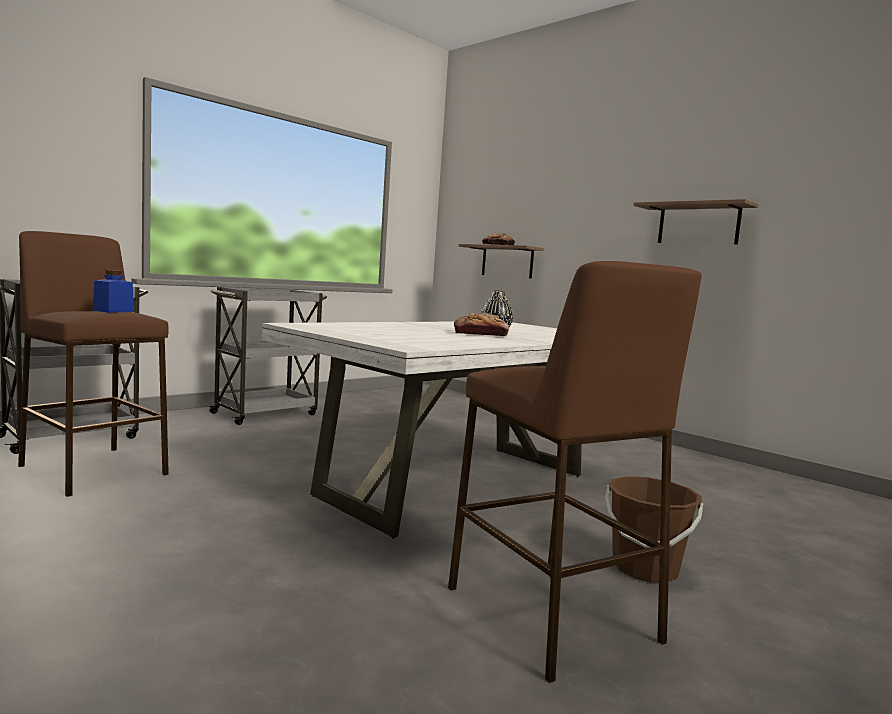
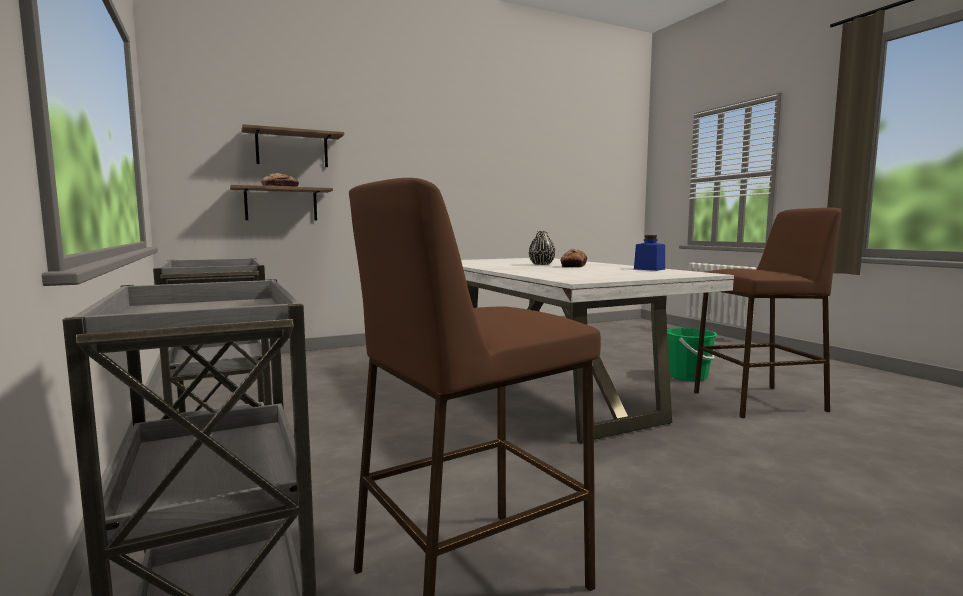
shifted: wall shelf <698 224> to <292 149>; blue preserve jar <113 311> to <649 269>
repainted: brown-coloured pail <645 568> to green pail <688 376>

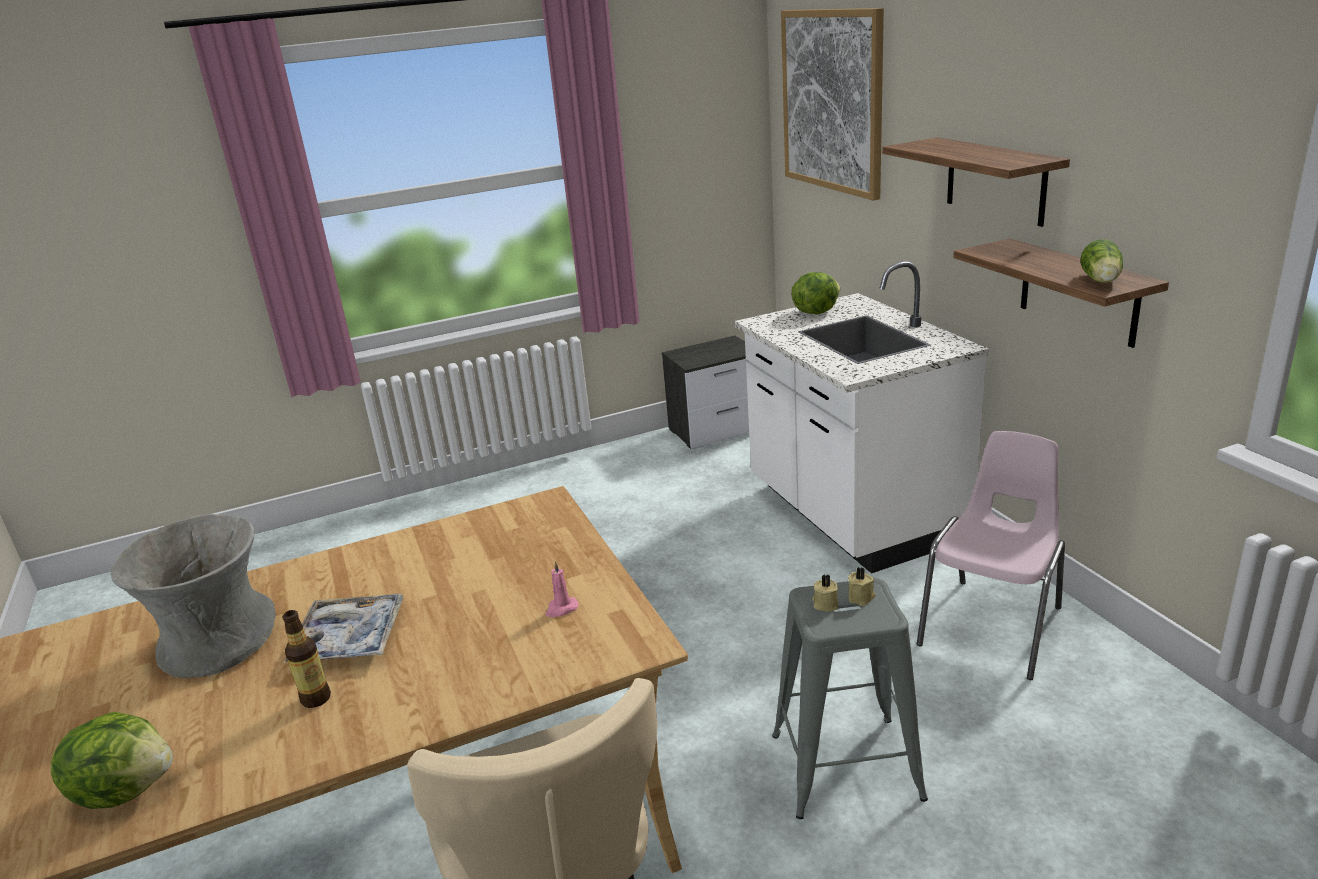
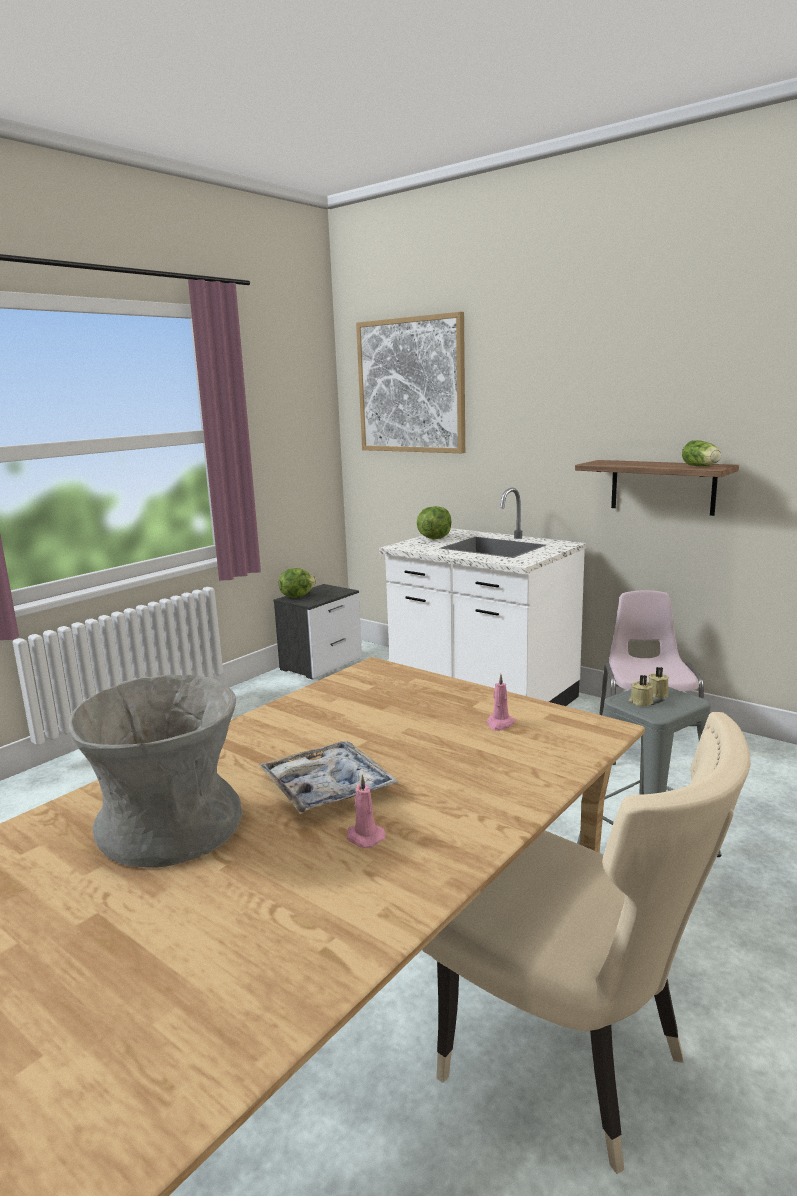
gone: wall shelf <995 180>
shifted: lettuce head <127 789> to <296 596>
swapped: drink bottle <316 698> to pink candle <364 837>

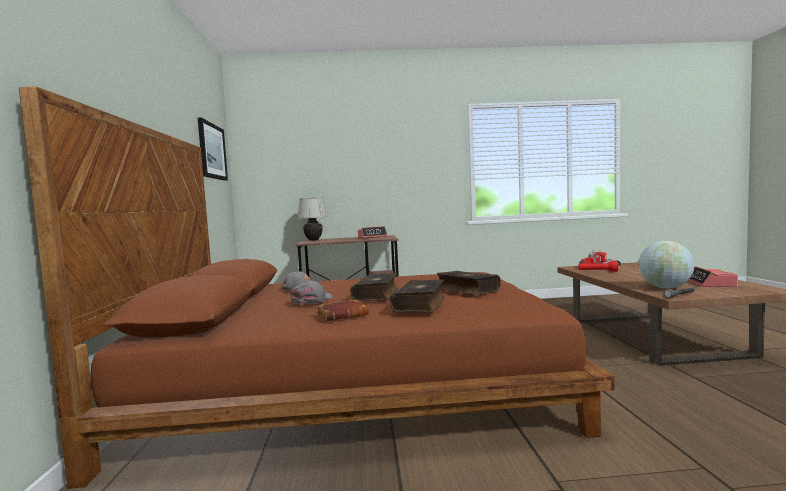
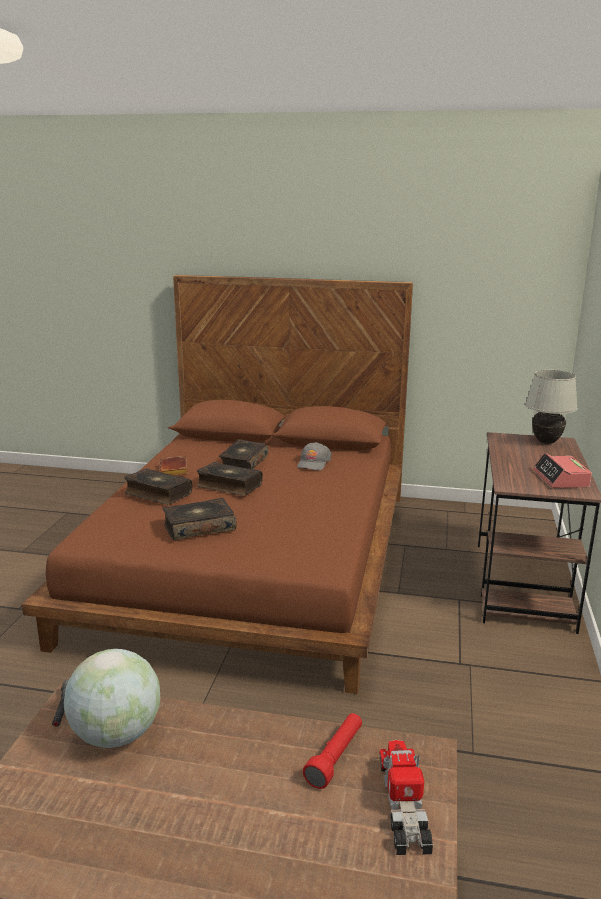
gone: wall picture <212 151>; table clock <711 284>
swapped: greyish baseball cap <312 300> to volume <243 463>

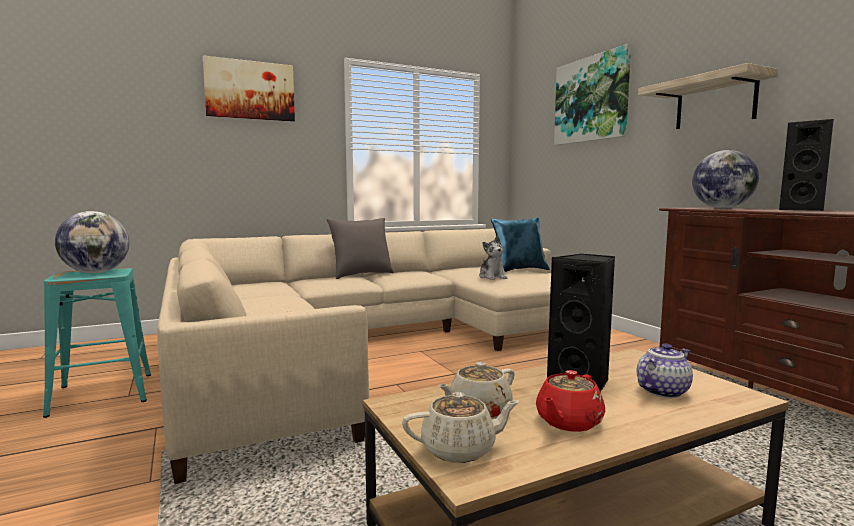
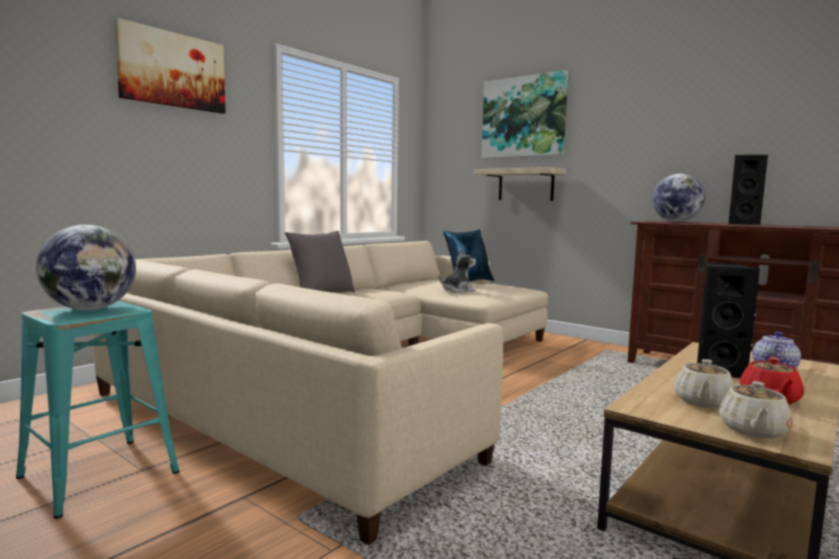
shifted: wall shelf <715 102> to <526 185>
rotated: cuddly toy <492 277> = <457 290> 75 degrees counterclockwise; sand-coloured teapot <460 449> = <753 430> 150 degrees clockwise

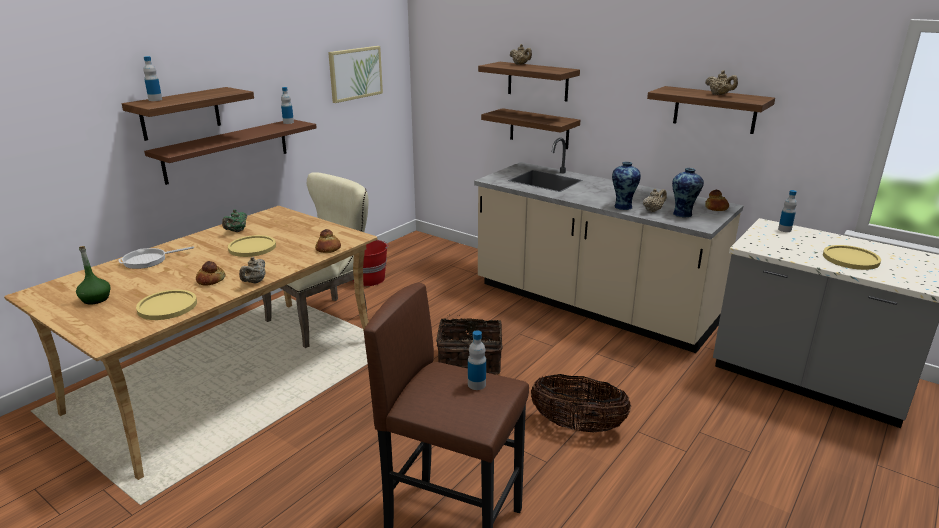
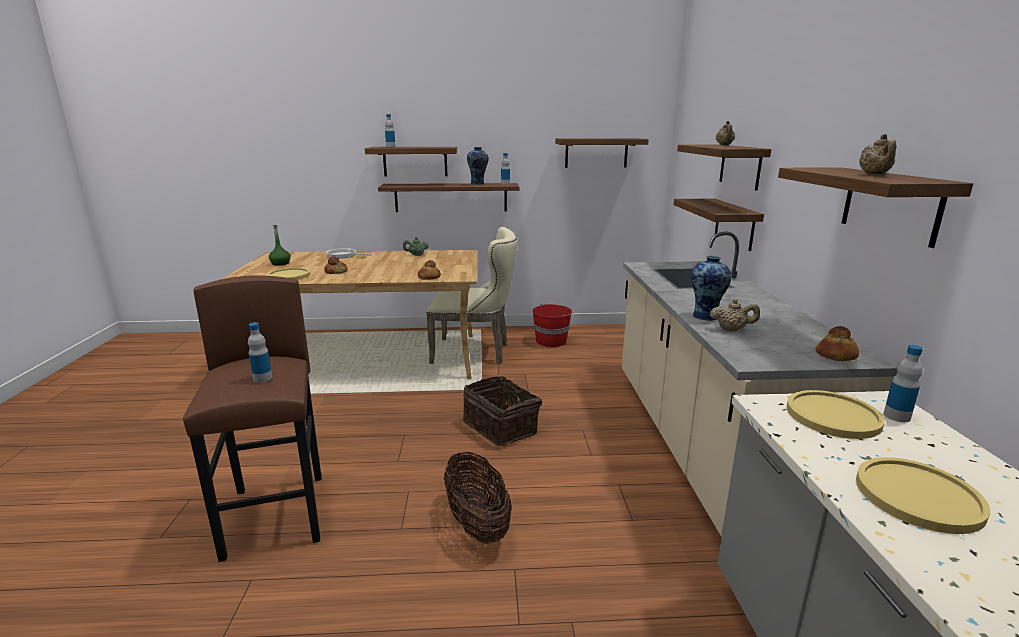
gone: sand-coloured teapot <255 282>
shifted: decorative vase <683 214> to <478 184>; yellow flat dish <252 247> to <833 416>
swapped: wall picture <355 73> to wall shelf <596 152>

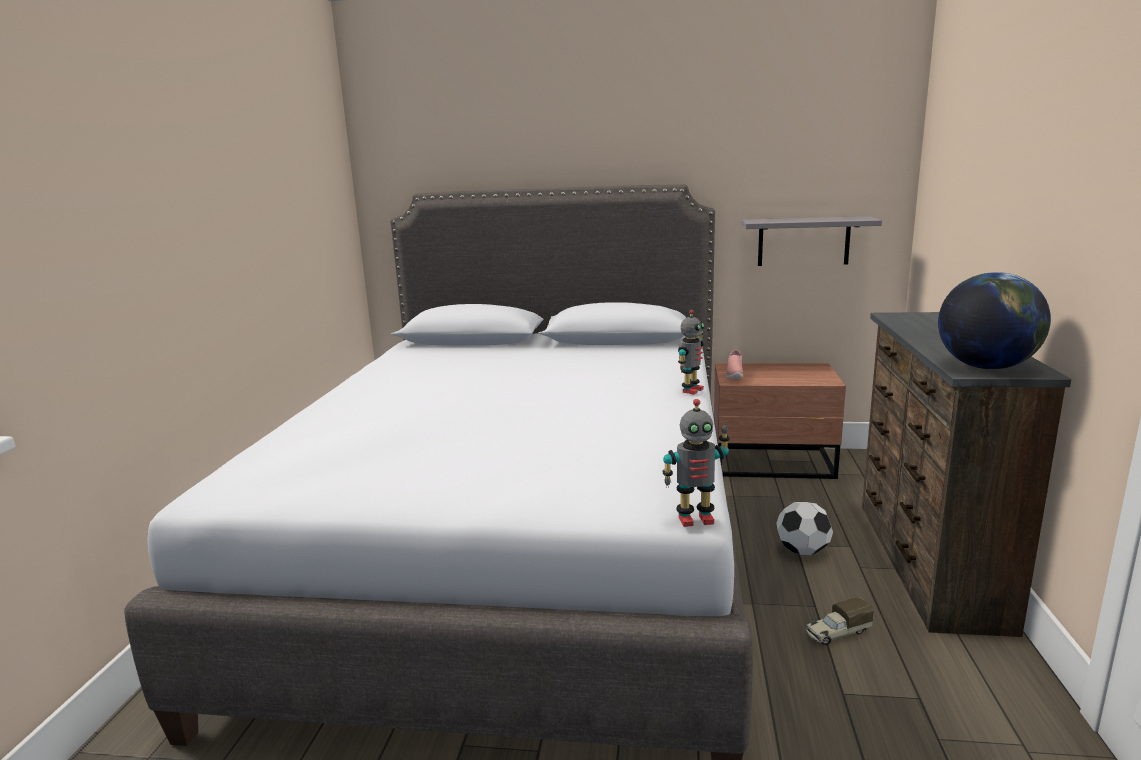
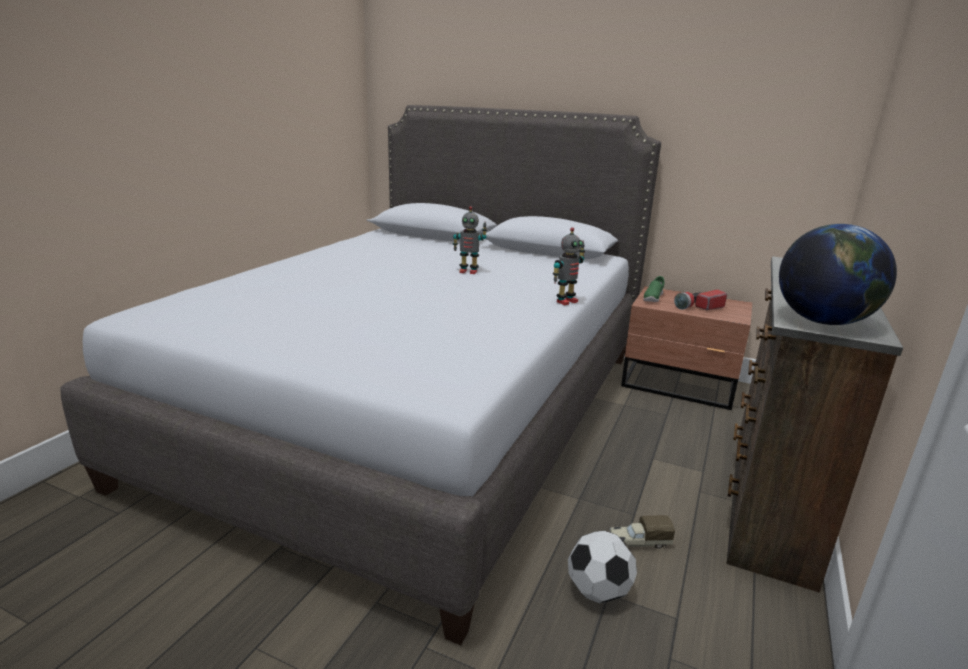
gone: greyish wall shelf <803 241>
new: hand torch <698 307>
shifted: model robot <695 519> to <468 271>; ball for football <802 551> to <598 591>
repainted: pink low shoe <734 375> to green low shoe <652 298>

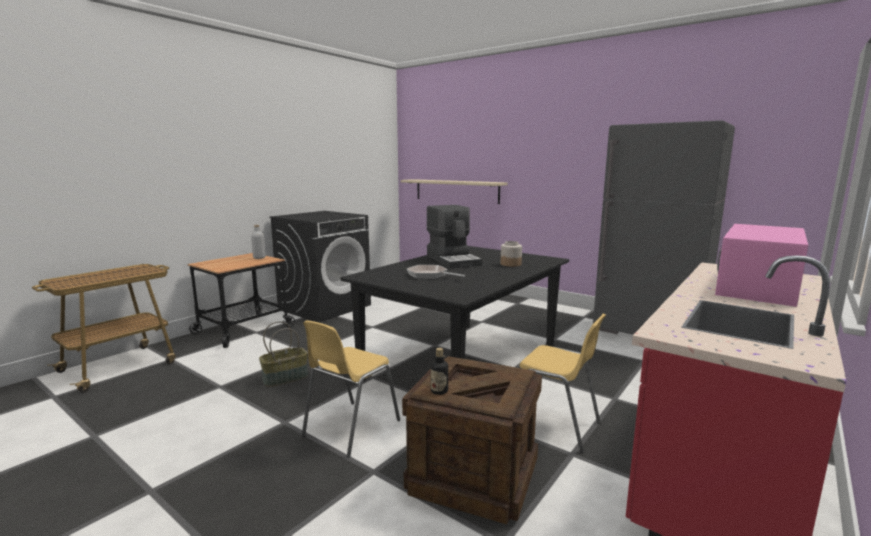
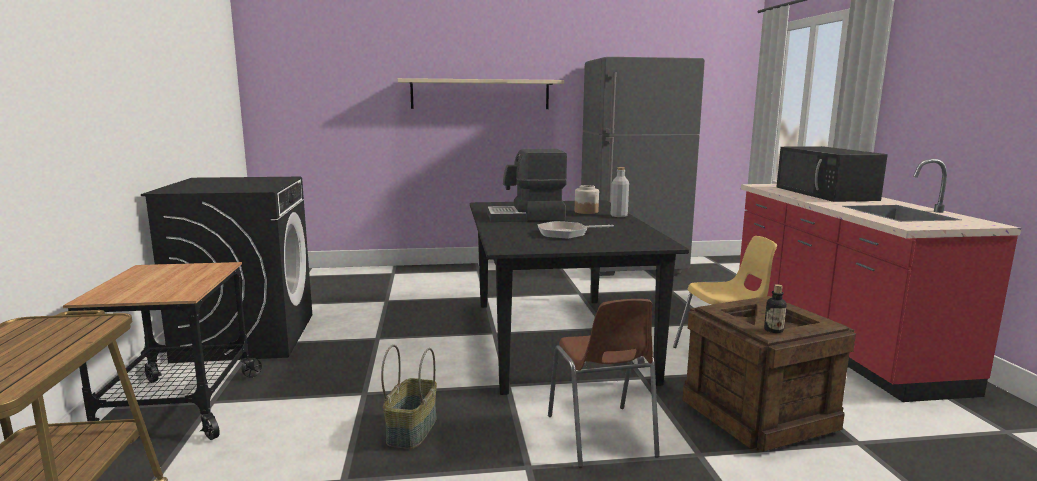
shifted: sand-coloured wall shelf <456 191> to <480 94>; greyish drink bottle <259 257> to <619 216>
repainted: pink microwave <758 287> to black microwave <826 193>; yellow chair <350 428> to brown-coloured chair <601 436>
rotated: coffee maker <453 260> = <526 217> 150 degrees clockwise

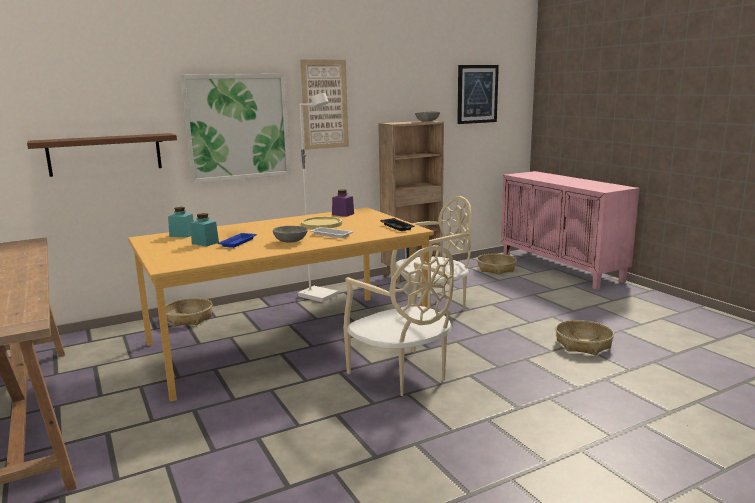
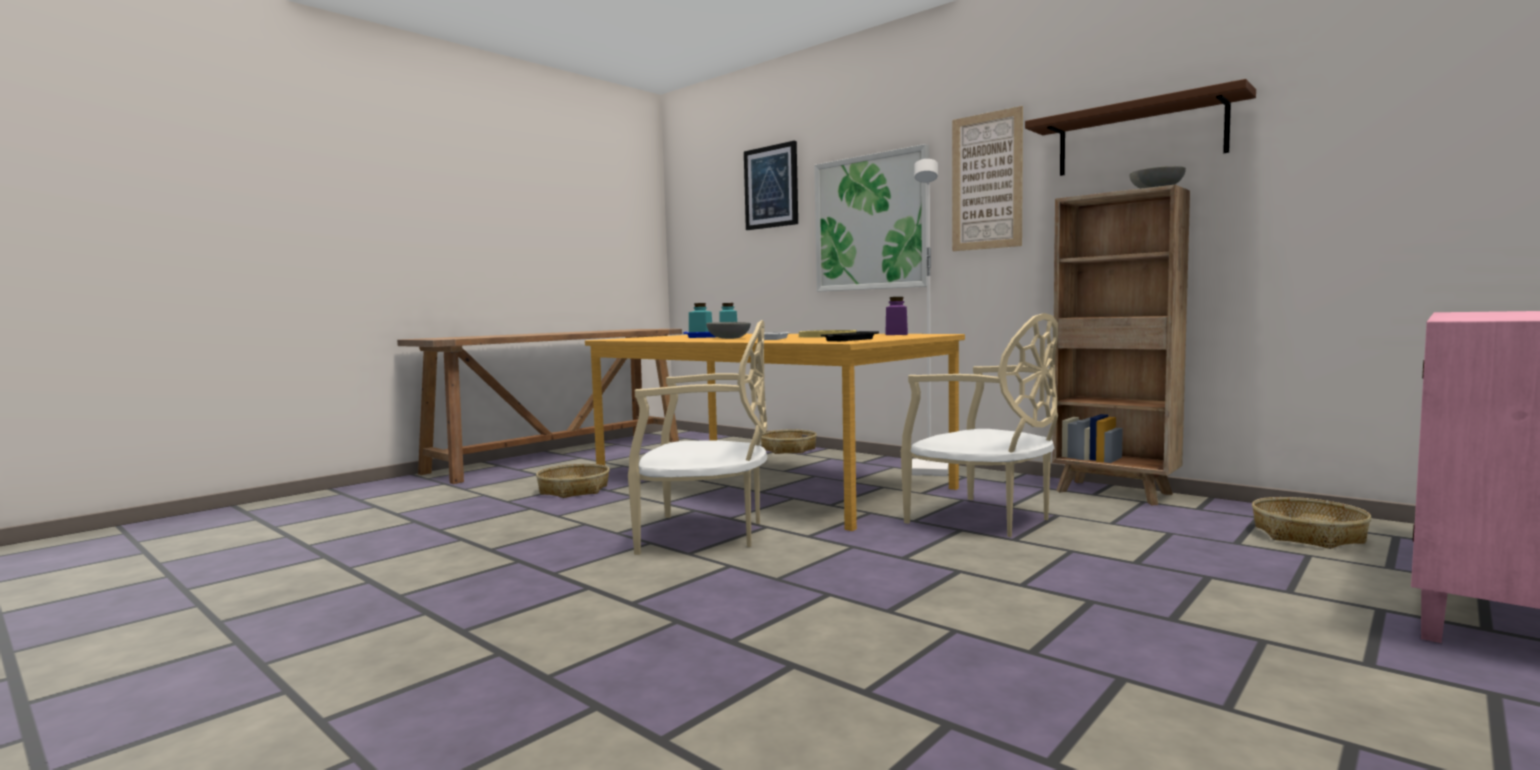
shifted: wall picture <477 94> to <771 187>; brown-coloured wall shelf <105 154> to <1139 137>; basket <583 344> to <574 490>
rotated: sand-coloured chair <402 375> = <705 534> 120 degrees counterclockwise

